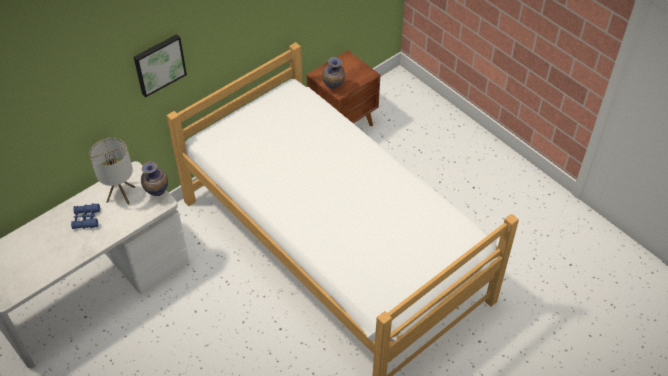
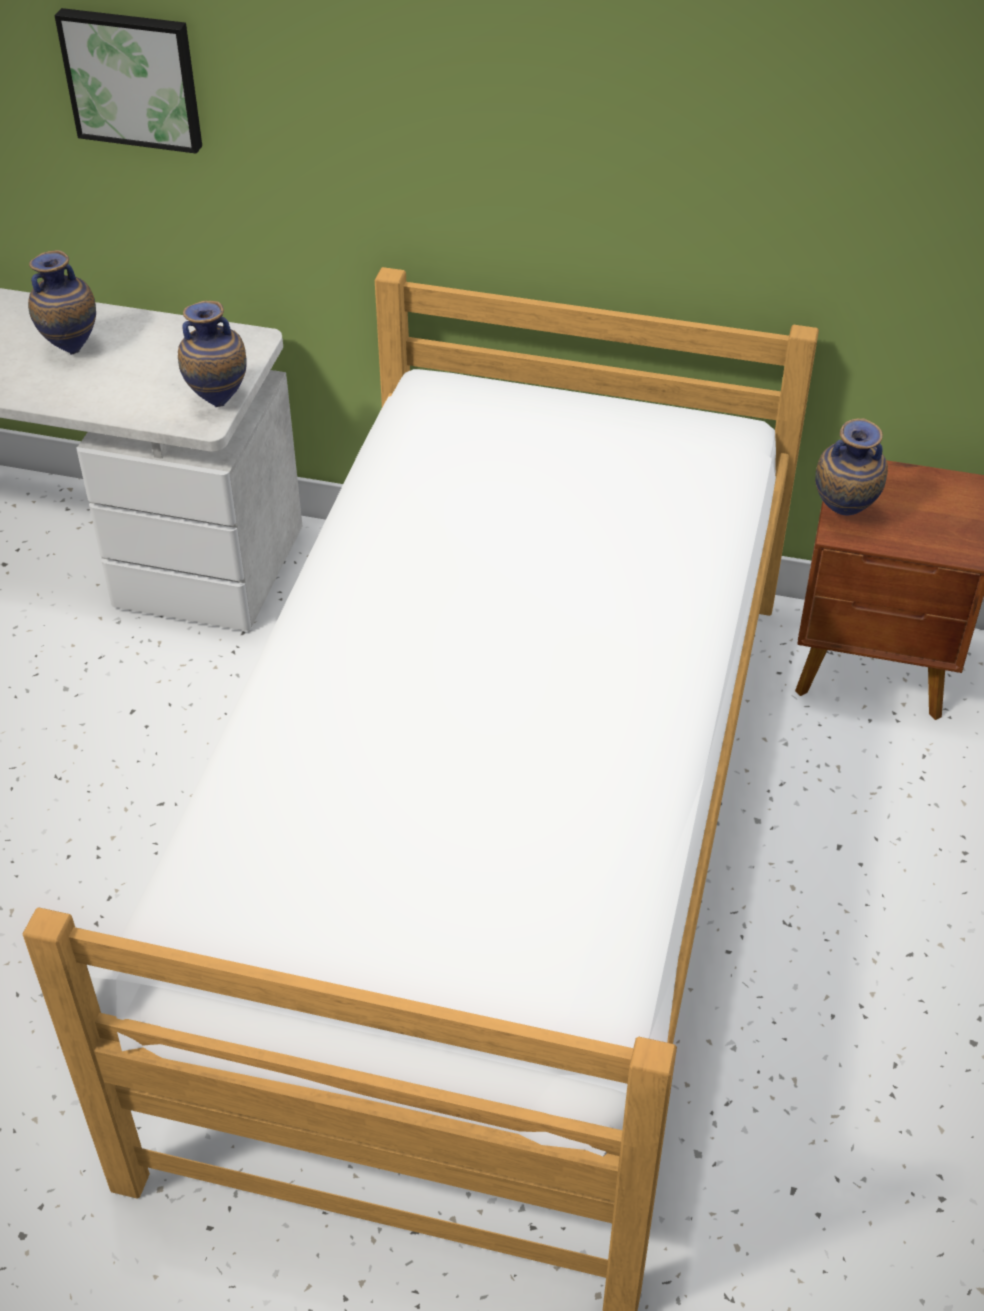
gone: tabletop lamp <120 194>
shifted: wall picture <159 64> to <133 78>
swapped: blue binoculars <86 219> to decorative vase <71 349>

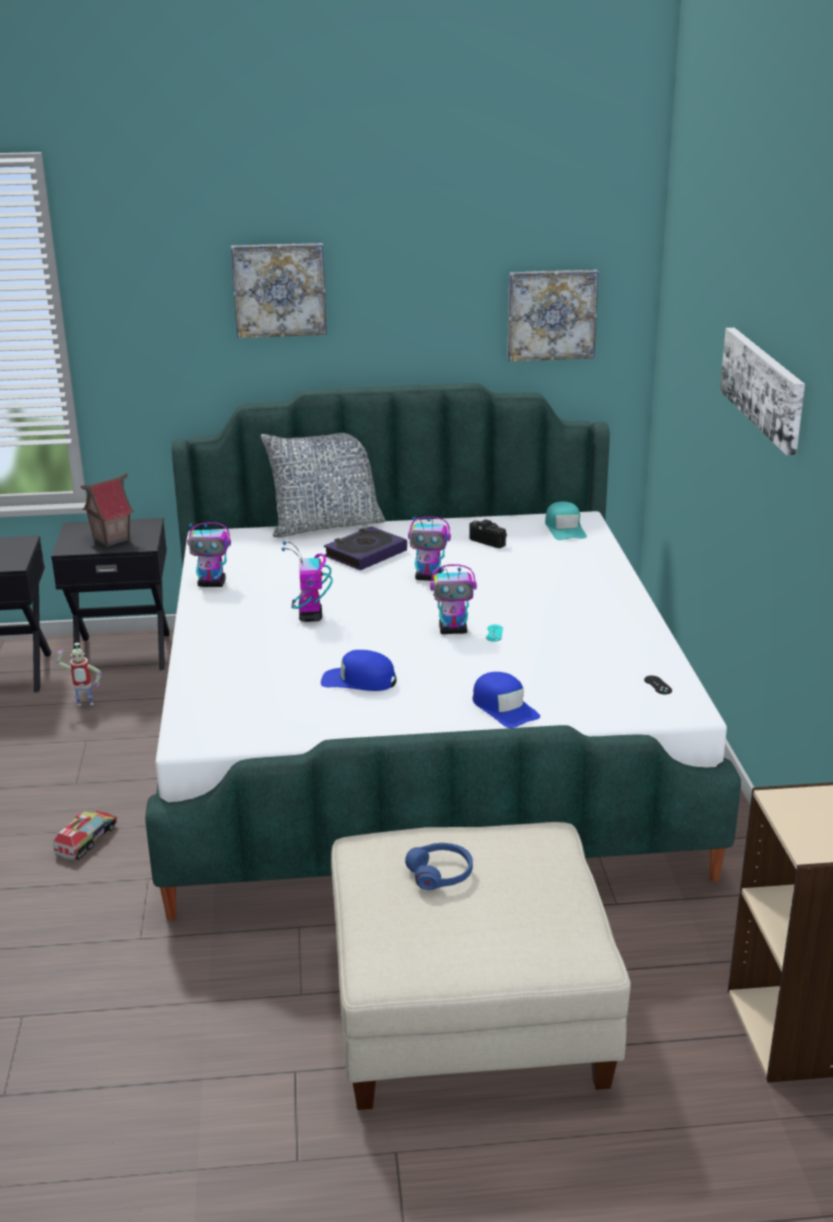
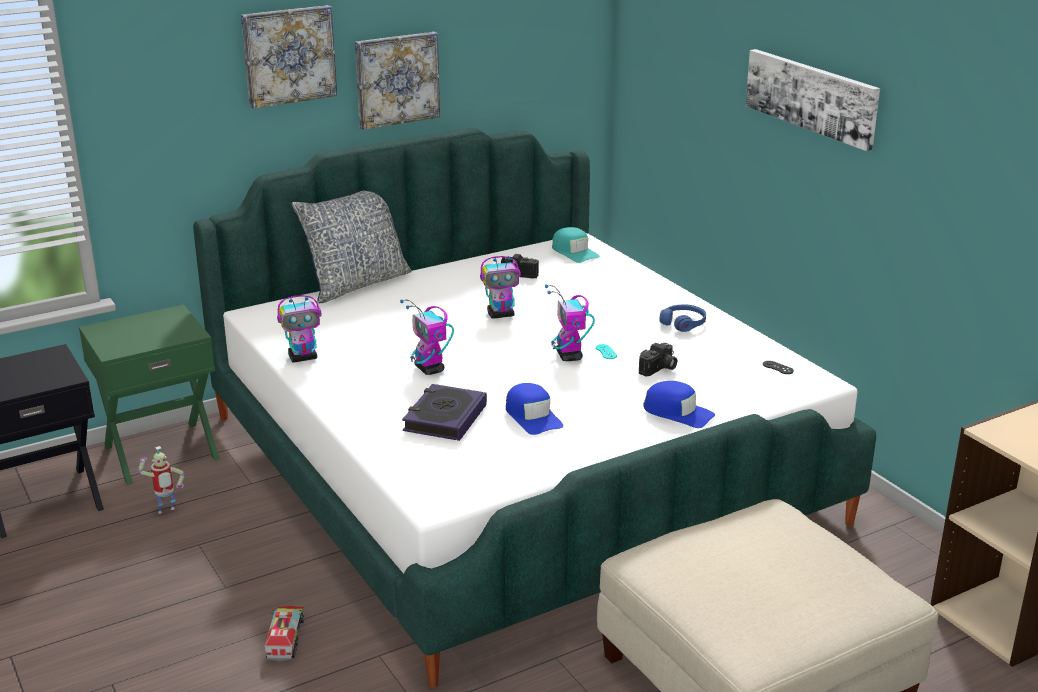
gone: miniature house <111 539>
new: still camera <659 369>
shifted: wall picture <551 314> to <396 79>; volume <365 554> to <445 418>; blue headphones <440 873> to <683 323>
repainted: black night table <123 652> to green night table <161 451>
rotated: model robot <453 630> = <569 356> 105 degrees clockwise; blue baseball cap <359 681> = <532 416> 105 degrees counterclockwise

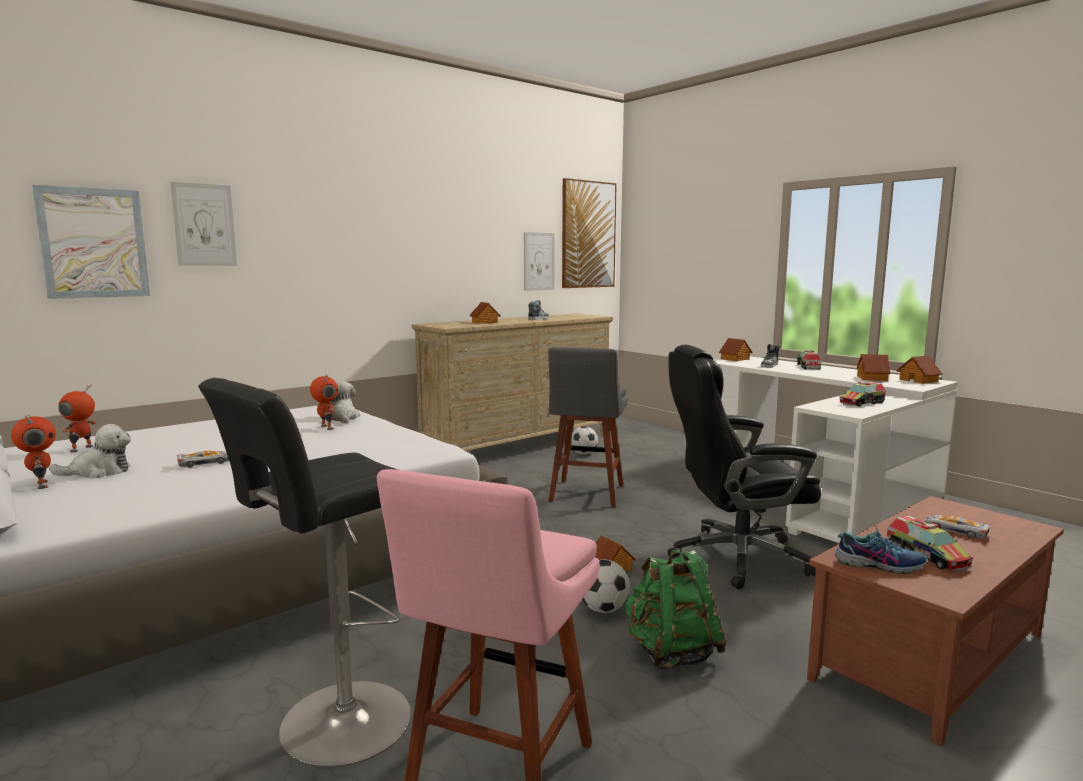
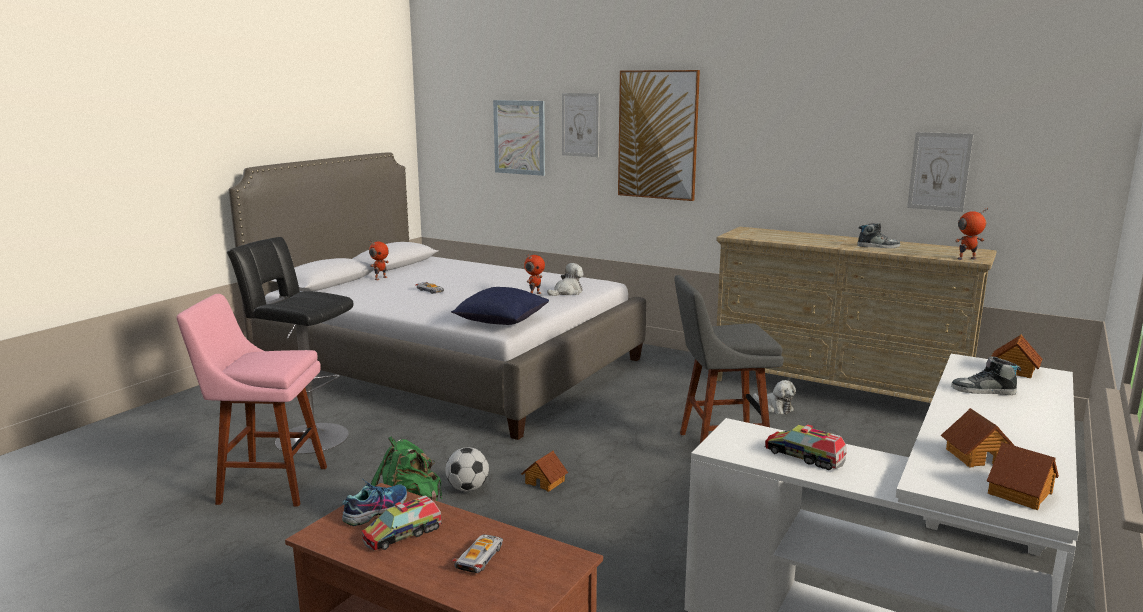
gone: miniature house <485 322>; black computer chair <735 557>; model truck <808 367>; ball for football <583 454>
new: blue throw pillow <500 321>
shifted: wall picture <588 235> to <658 135>; model robot <82 449> to <967 259>; cuddly toy <98 472> to <774 407>
rotated: low shoe <879 564> = <376 510> 135 degrees counterclockwise

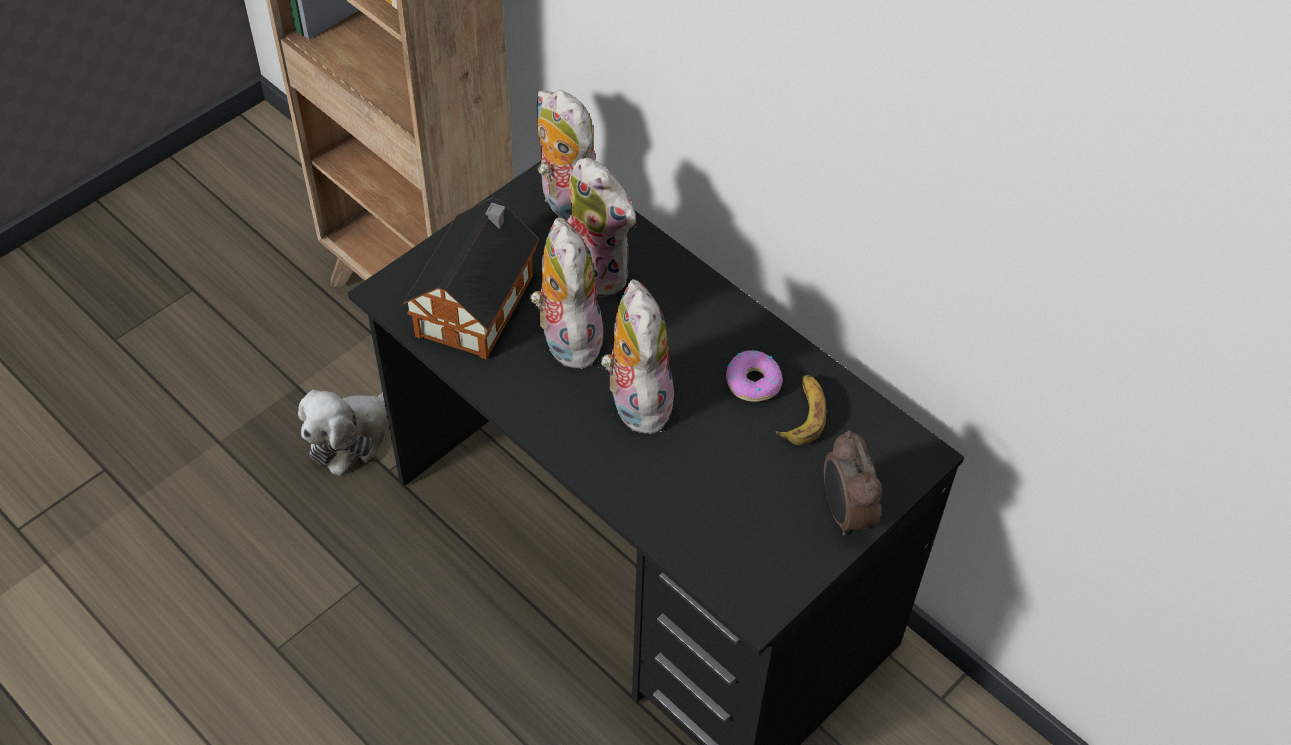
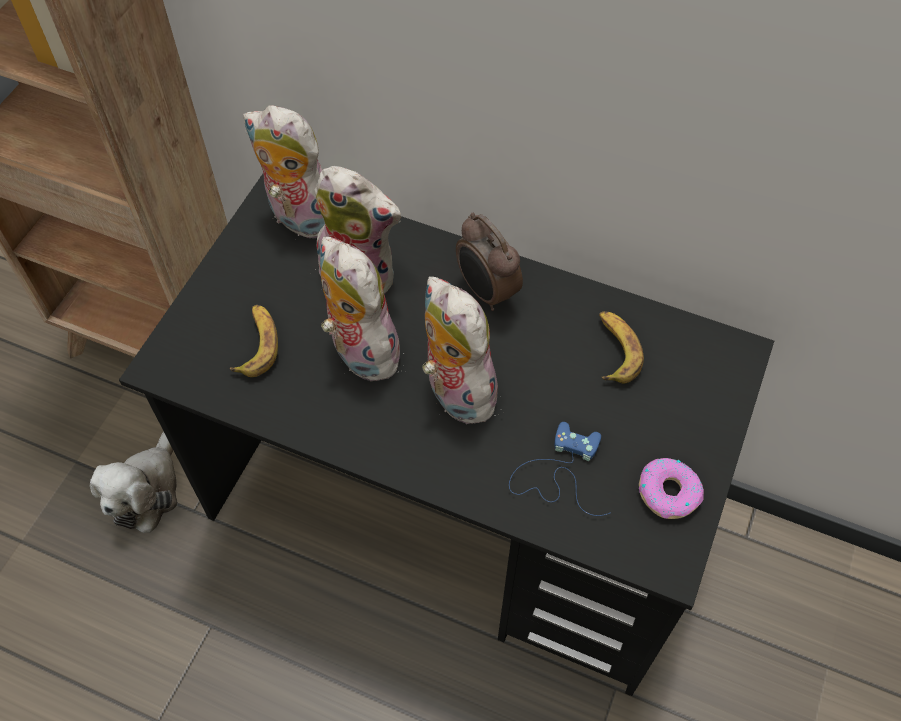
new: blue joypad <558 472>
shifted: doughnut <753 381> to <668 492>; table clock <844 513> to <486 292>
swapped: miniature house <479 301> to whole banana <257 344>

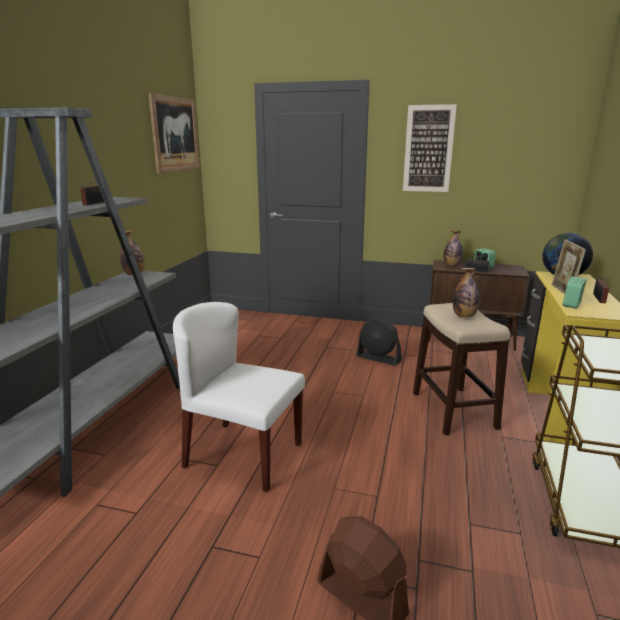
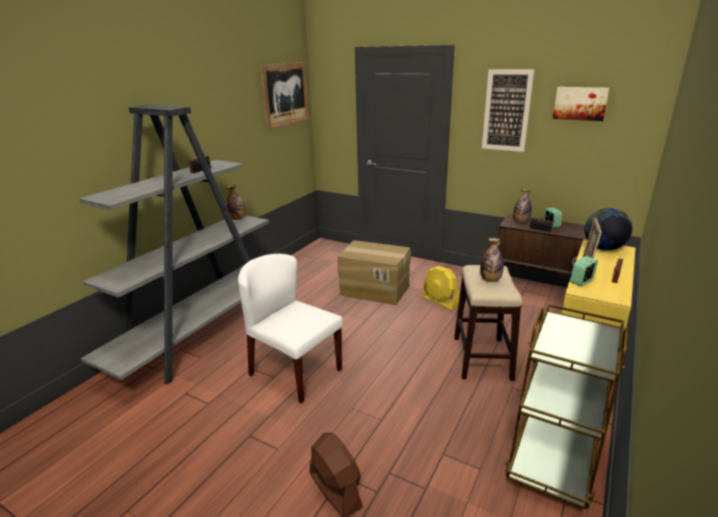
new: wall picture <580 103>; cardboard box <375 289>
repainted: black fan <378 358> to yellow fan <440 301>

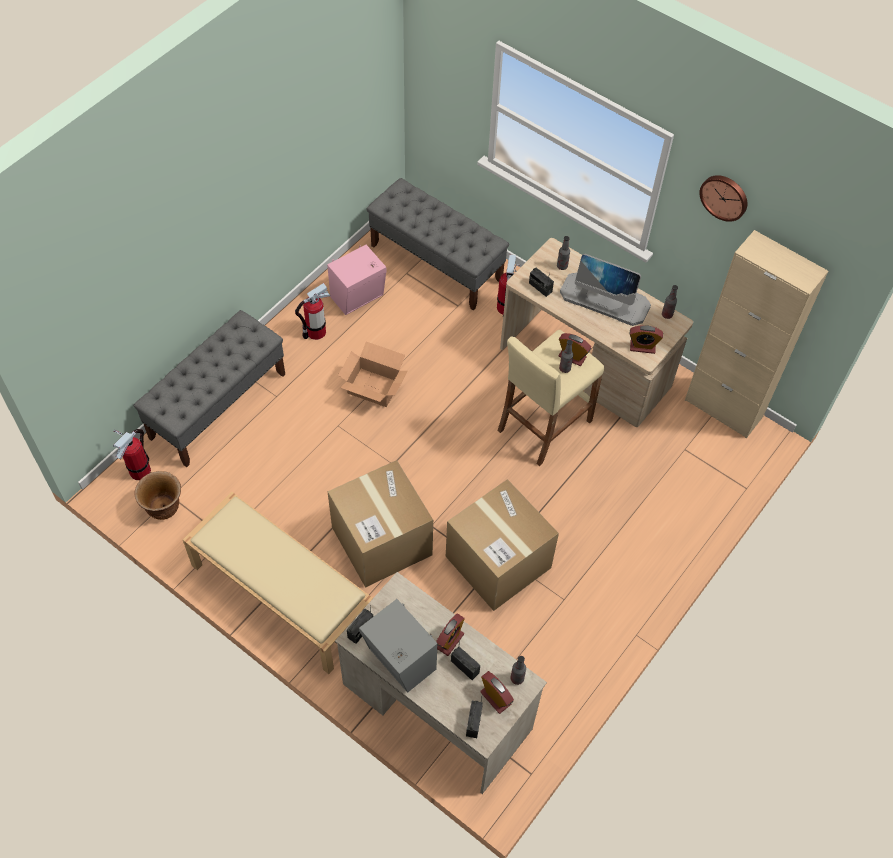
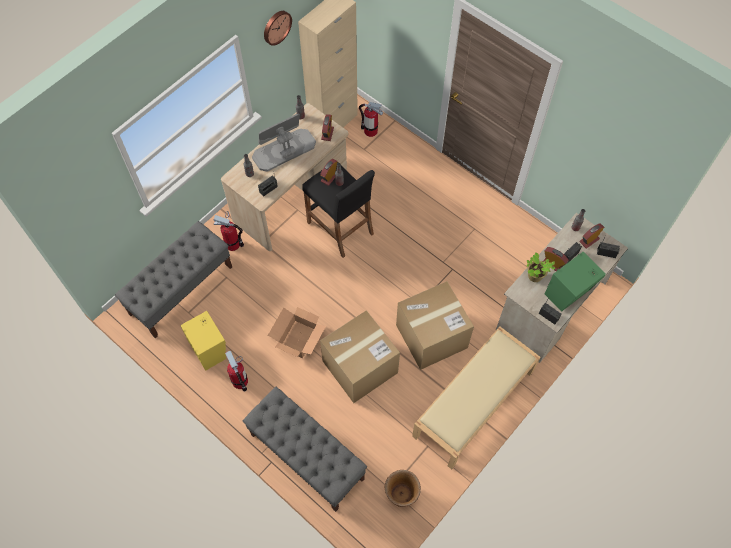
new: plant in a pot <534 277>
shifted: extinguisher <140 470> to <370 131>; cardboard box <498 562> to <360 367>
repainted: pink loudspeaker <359 297> to yellow loudspeaker <208 348>; sand-coloured stool seat <544 425> to black stool seat <340 228>; greyish loudspeaker <400 662> to green loudspeaker <569 293>
rotated: computer screen <605 299> = <283 150> 150 degrees counterclockwise

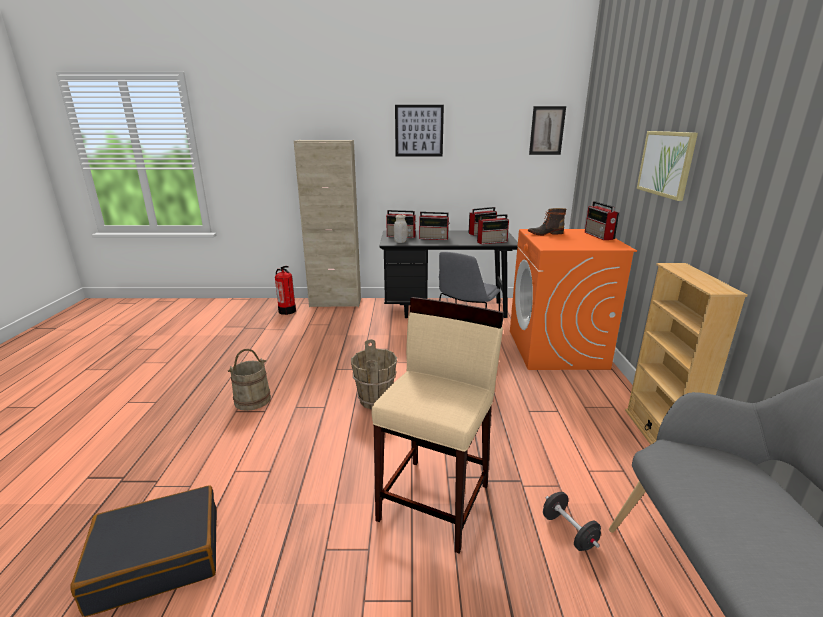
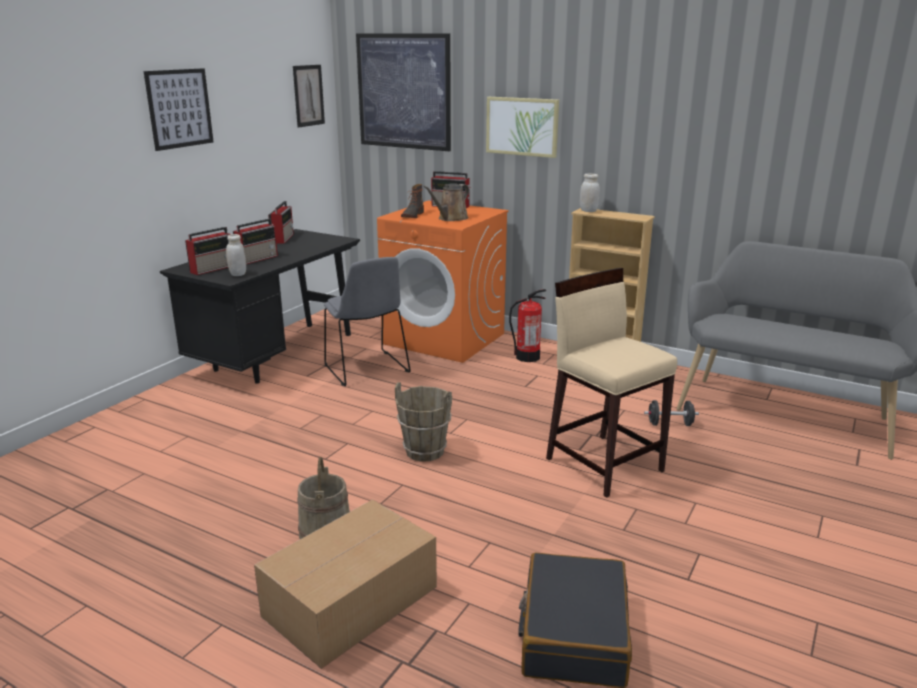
gone: sand-coloured storage cabinet <335 303>; radio <492 242>
new: wall picture <403 91>; white-coloured preserve jar <588 211>; brown-coloured sprinkling can <451 218>; cardboard box <353 600>
shifted: extinguisher <287 311> to <527 357>

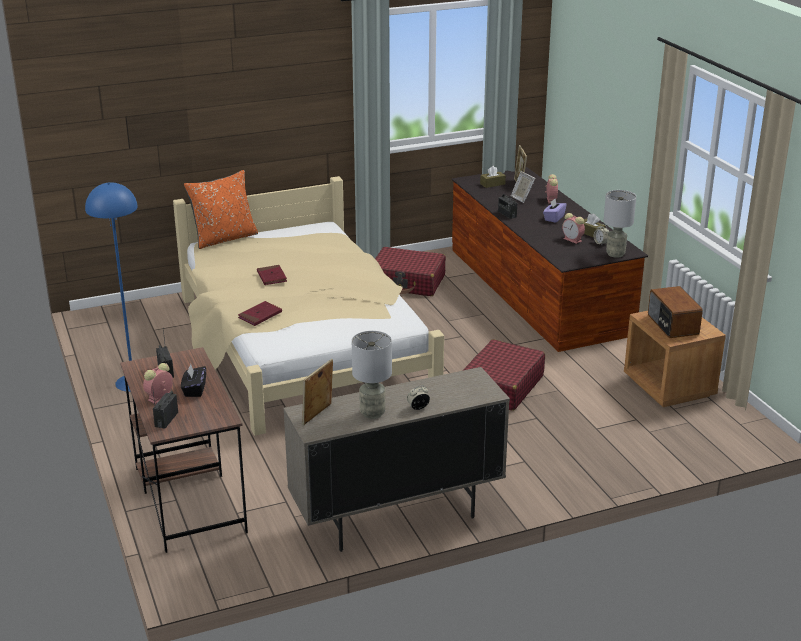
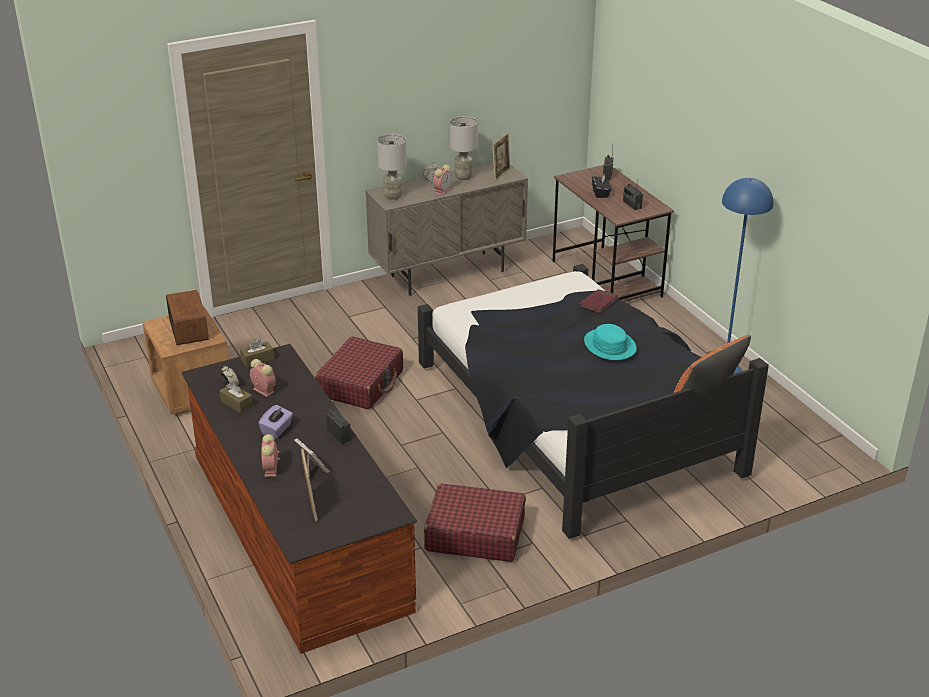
shifted: brown-coloured box of tissues <492 184> to <257 359>; greyish tabletop lamp <615 254> to <393 196>; table clock <159 398> to <442 191>
swapped: reddish volume <272 277> to blue-green hat <609 345>
repainted: sand-coloured bed <302 348> to black bed <575 419>

